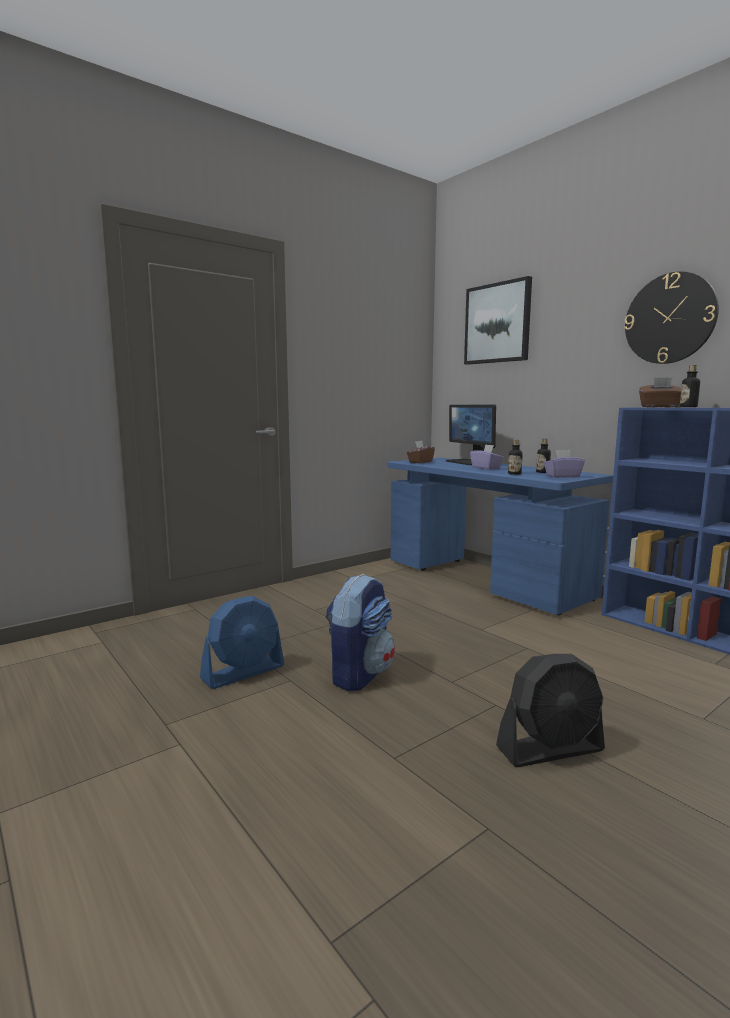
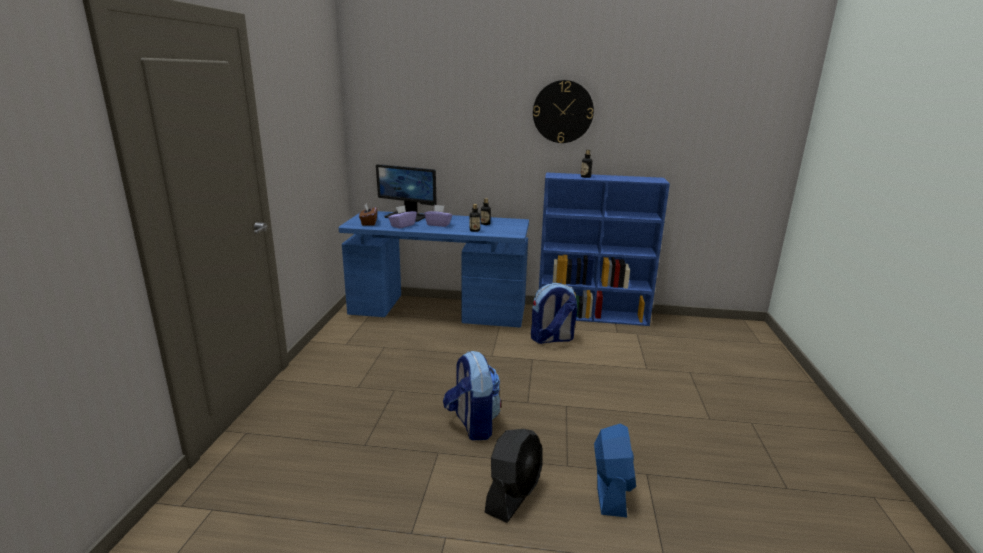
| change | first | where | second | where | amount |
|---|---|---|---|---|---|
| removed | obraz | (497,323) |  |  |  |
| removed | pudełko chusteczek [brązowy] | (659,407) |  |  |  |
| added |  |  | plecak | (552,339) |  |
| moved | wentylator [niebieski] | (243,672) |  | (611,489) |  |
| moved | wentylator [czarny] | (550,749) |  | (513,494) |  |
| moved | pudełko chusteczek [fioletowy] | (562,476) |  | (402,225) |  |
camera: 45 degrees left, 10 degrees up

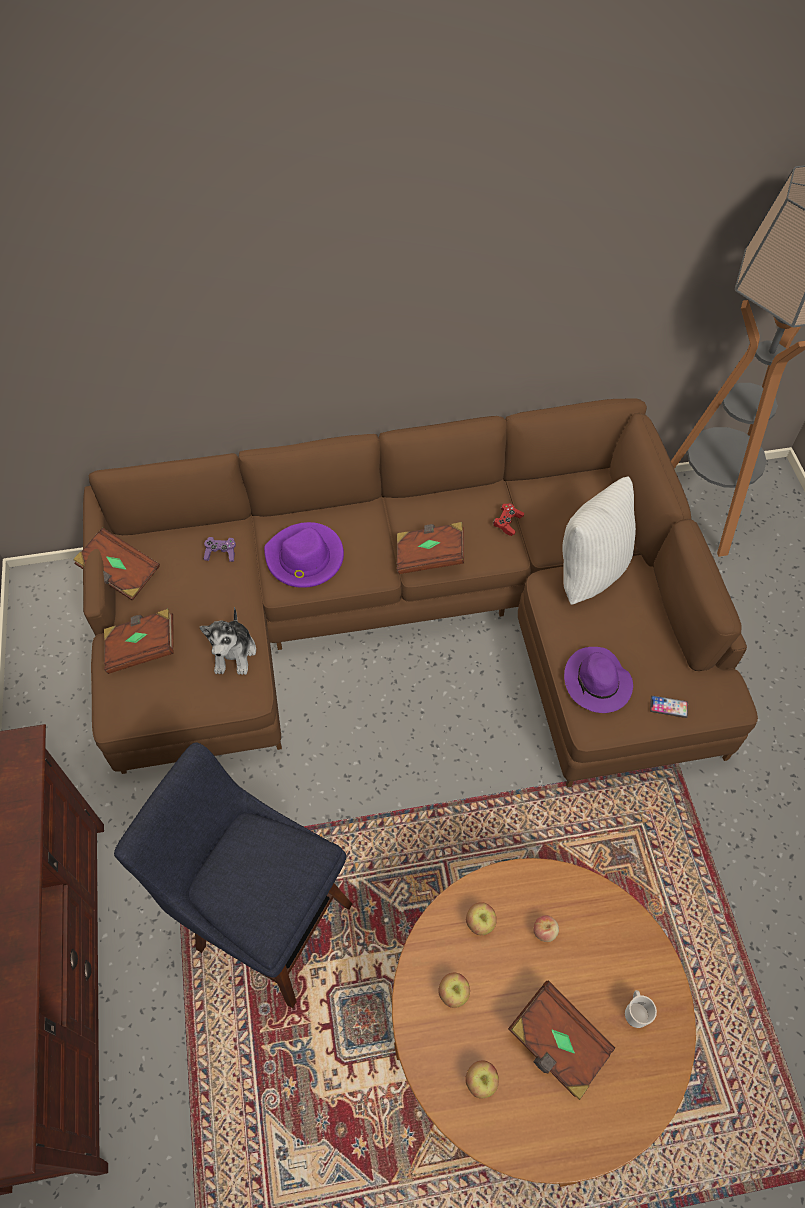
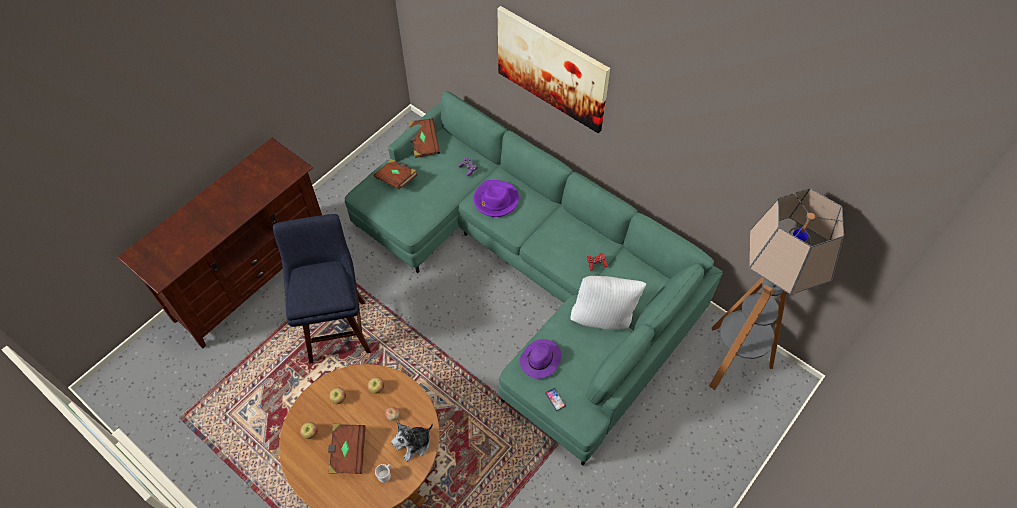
| change | first | where | second | where | amount |
|---|---|---|---|---|---|
| removed | książka [brązowy] | (429,556) |  |  |  |
| added |  |  | obraz | (551,69) |  |
| moved | pluszak | (234,652) |  | (414,444) |  |
| recoloured | kanapa [brązowy] | (415,619) | kanapa [zielony] | (532,276) |  |
camera: 50 degrees right, 0 degrees up

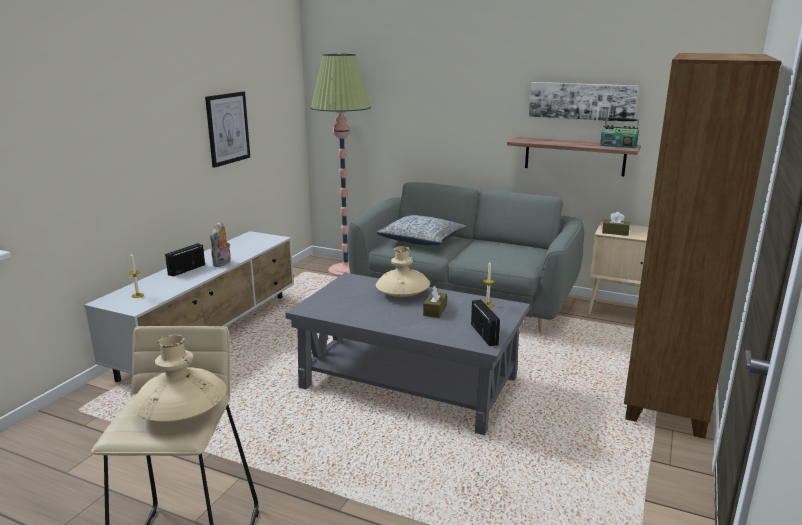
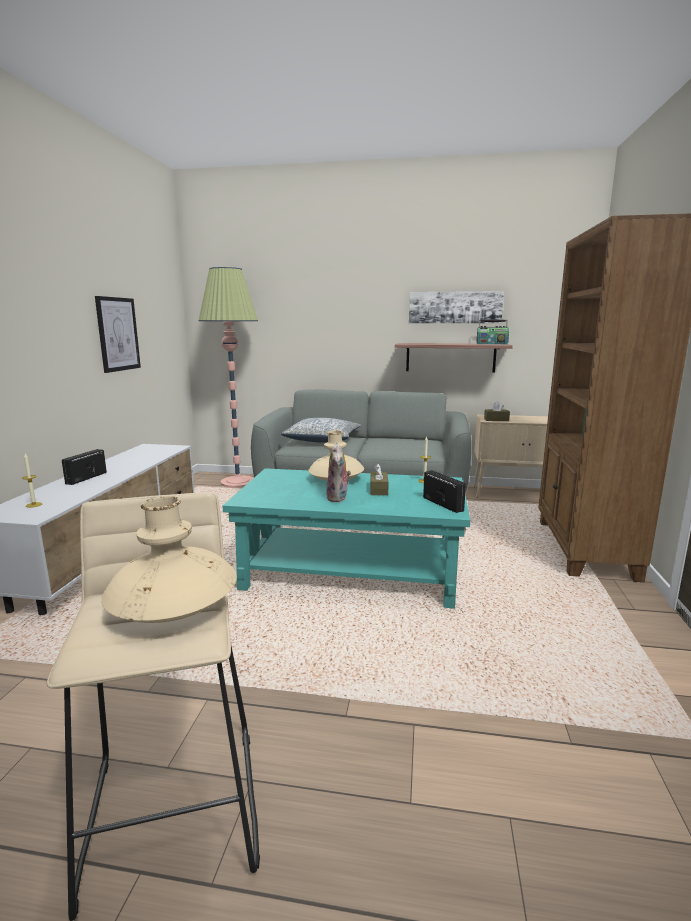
| change | first | where | second | where | amount |
|---|---|---|---|---|---|
| moved | pluszak | (222,263) |  | (338,498) |  |
| recoloured | ława [szary] | (410,382) | ława [turkusowy] | (352,570) |  |
camera: 15 degrees left, 5 degrees down

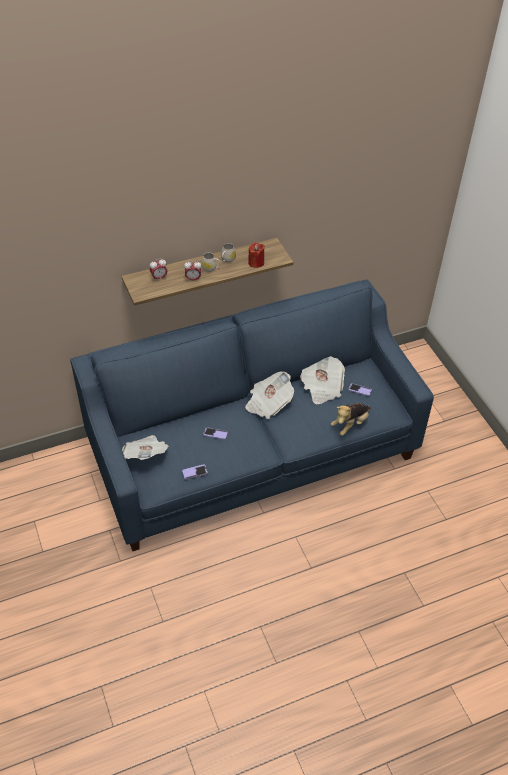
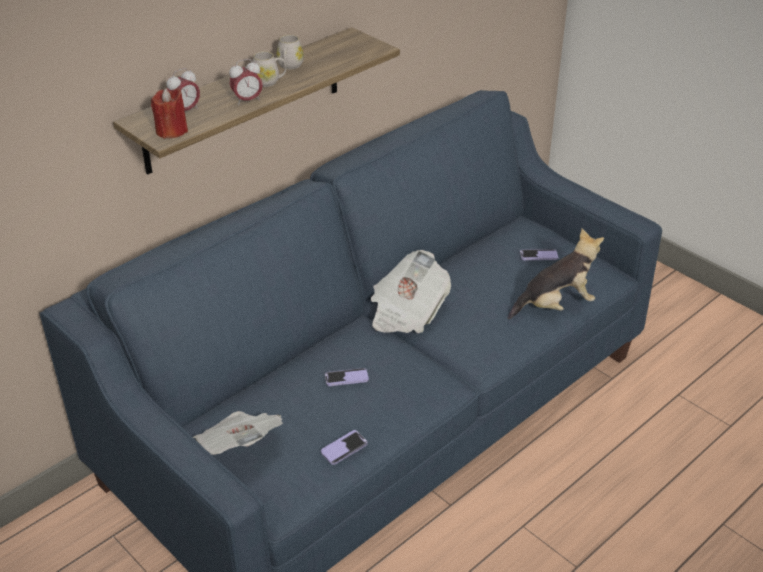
| change | first | where | second | where | amount |
|---|---|---|---|---|---|
| removed | gazeta | (321,387) |  |  |  |
| moved | świeca [czerwony] | (256,263) |  | (171,131) |  |
| turned | pluszak | (350,424) |  | (555,305) | 135 degrees counterclockwise |
camera: 20 degrees left, 10 degrees down

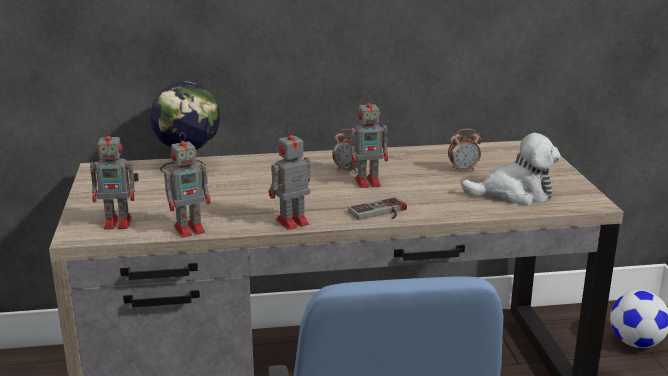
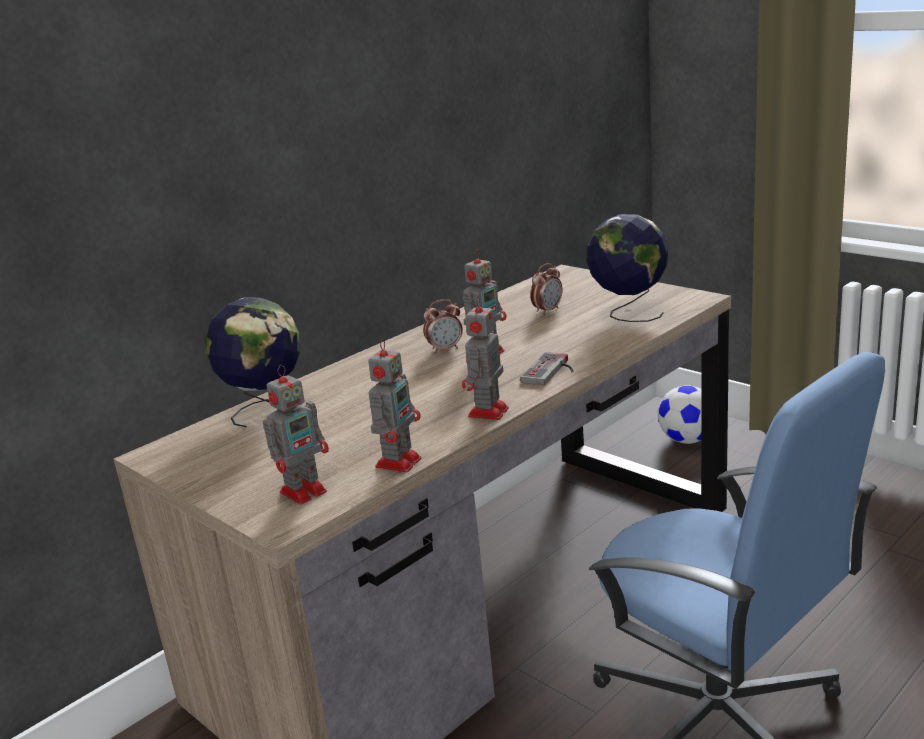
| change | first | where | second | where | amount |
|---|---|---|---|---|---|
| replaced | pluszak | (514,194) | globus | (628,313) |  |
camera: 35 degrees left, 0 degrees up

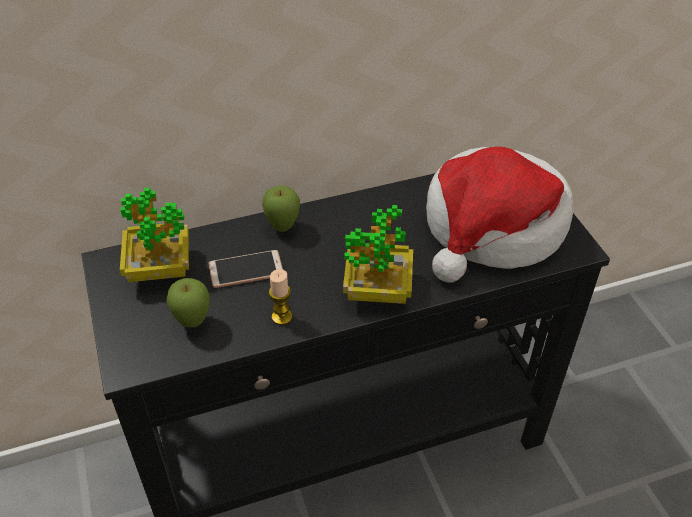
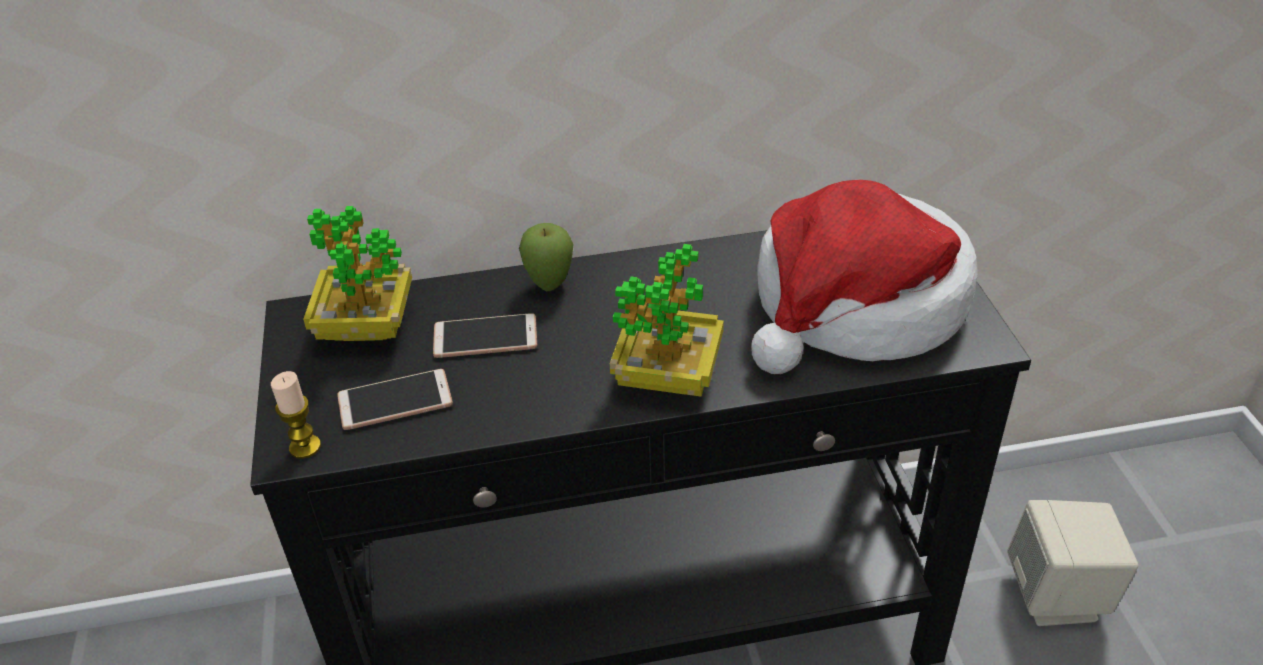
| change | first | where | second | where | amount |
|---|---|---|---|---|---|
| added |  |  | głośnik [beżowy] | (1058,596) |  |
| moved | świeca | (281,317) |  | (305,447) |  |
| replaced | jabłko | (193,322) | telefon | (395,401) |  |
camera: 10 degrees right, 5 degrees down

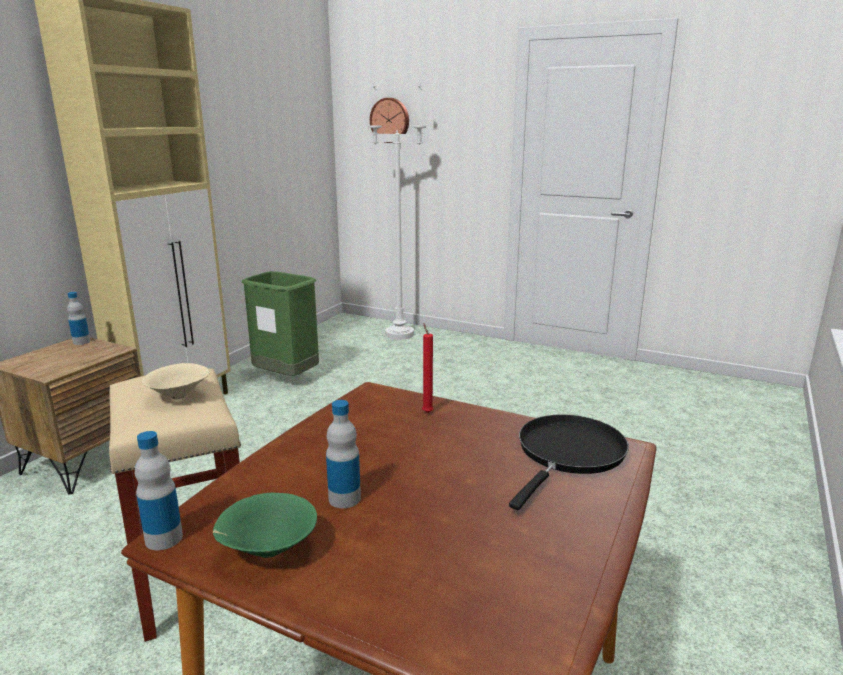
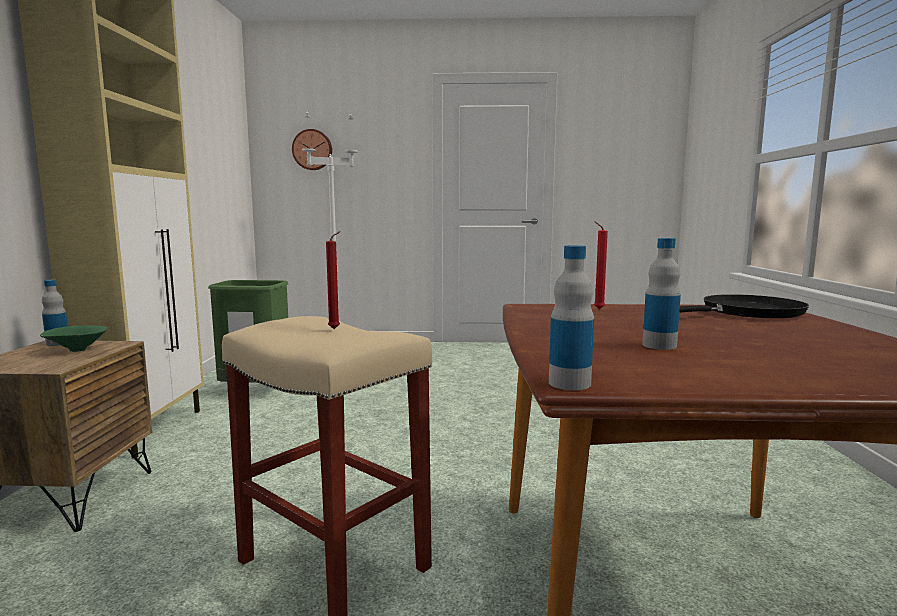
| change | first | where | second | where | amount |
|---|---|---|---|---|---|
| moved | miska [zielony] | (267,551) |  | (76,350) |  |
| replaced | miska [beżowy] | (180,396) | świeca [czerwony] | (336,329) |  |
| turned | patelnia [czarny] | (568,454) |  | (747,313) | 60 degrees clockwise |
camera: 25 degrees left, 10 degrees down

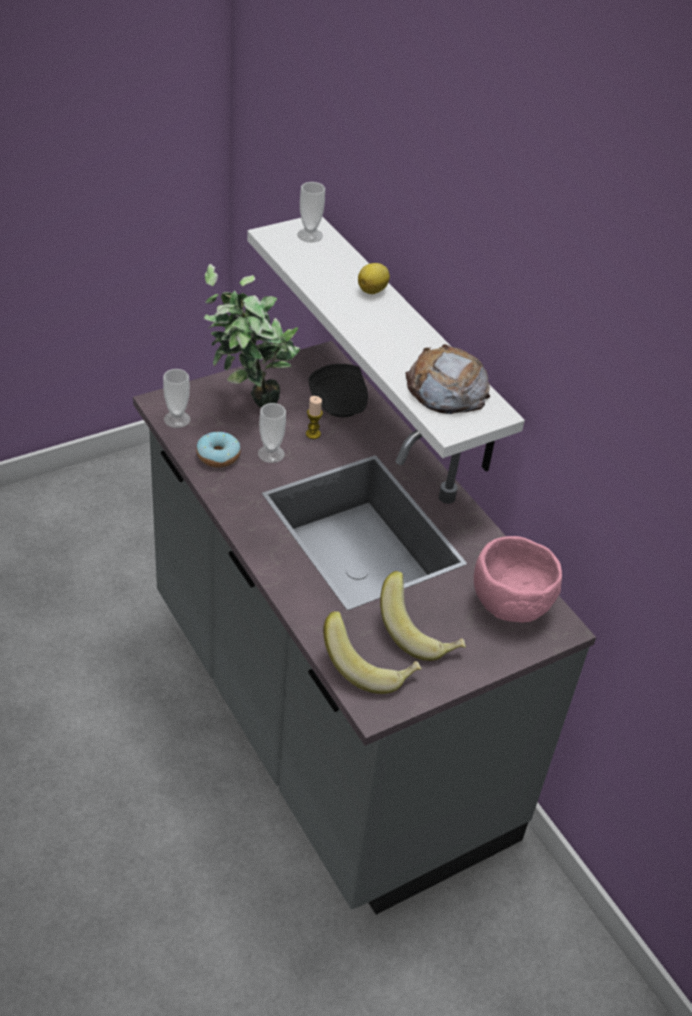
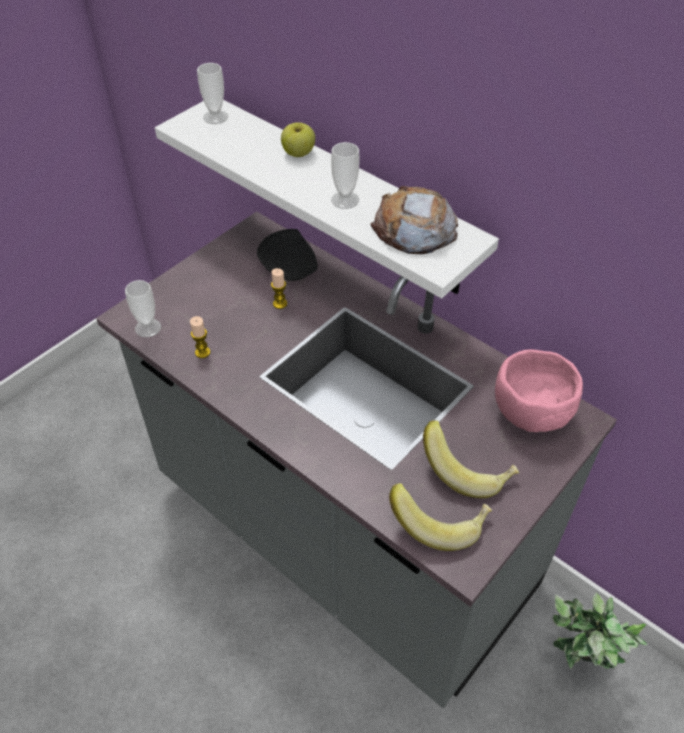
| change | first | where | second | where | amount |
|---|---|---|---|---|---|
| moved | roślina doniczkowa | (248,405) |  | (575,663) |  |
| moved | filiżanka | (271,454) |  | (345,200) |  |
| replaced | donut | (218,456) | świeca | (202,352) |  |
| replaced | cytryna | (373,290) | jabłko | (299,153) |  |
camera: 15 degrees left, 5 degrees up

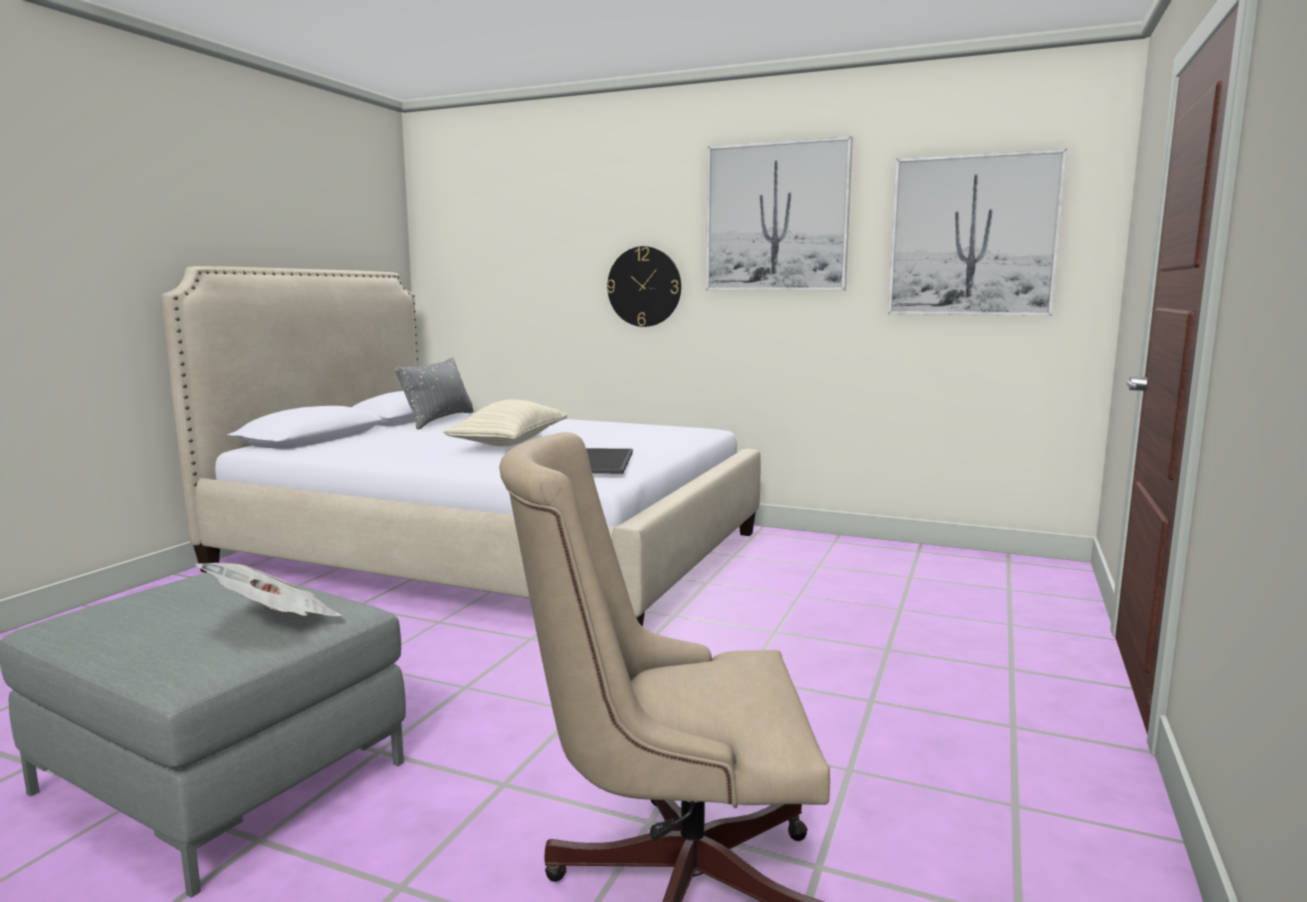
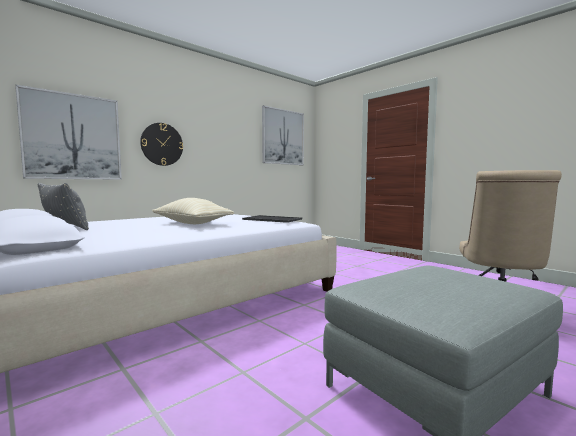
| change | first | where | second | where | amount |
|---|---|---|---|---|---|
| removed | gazeta | (275,622) |  |  |  |
| moved | obraz | (776,217) |  | (73,137) |  |
camera: 65 degrees left, 5 degrees down

